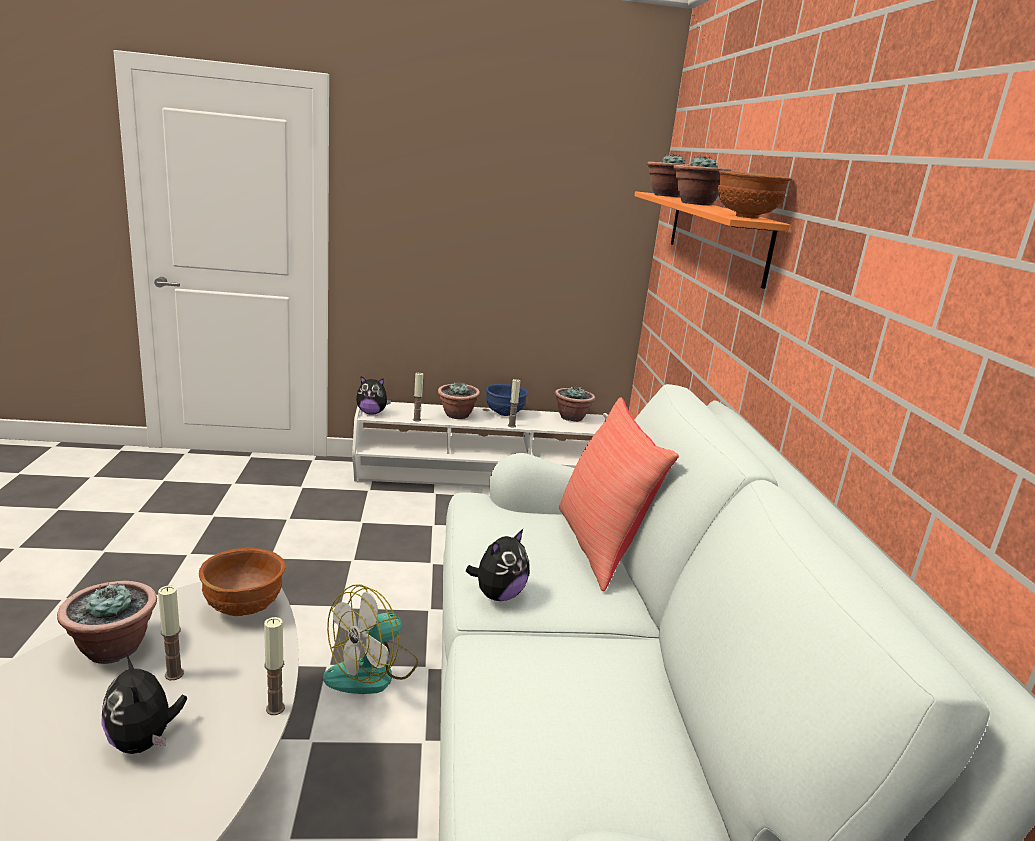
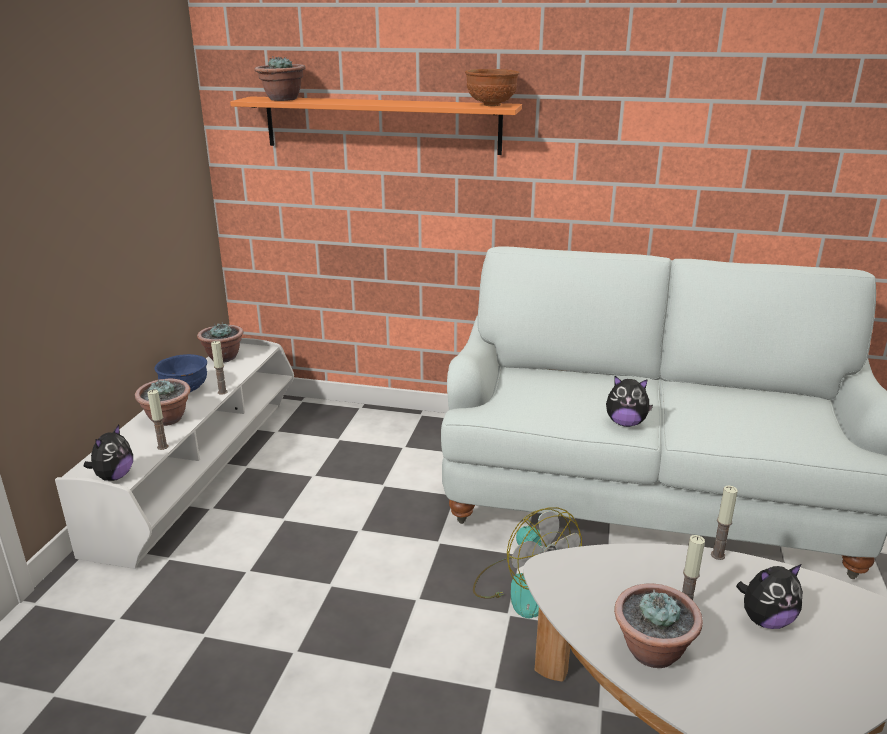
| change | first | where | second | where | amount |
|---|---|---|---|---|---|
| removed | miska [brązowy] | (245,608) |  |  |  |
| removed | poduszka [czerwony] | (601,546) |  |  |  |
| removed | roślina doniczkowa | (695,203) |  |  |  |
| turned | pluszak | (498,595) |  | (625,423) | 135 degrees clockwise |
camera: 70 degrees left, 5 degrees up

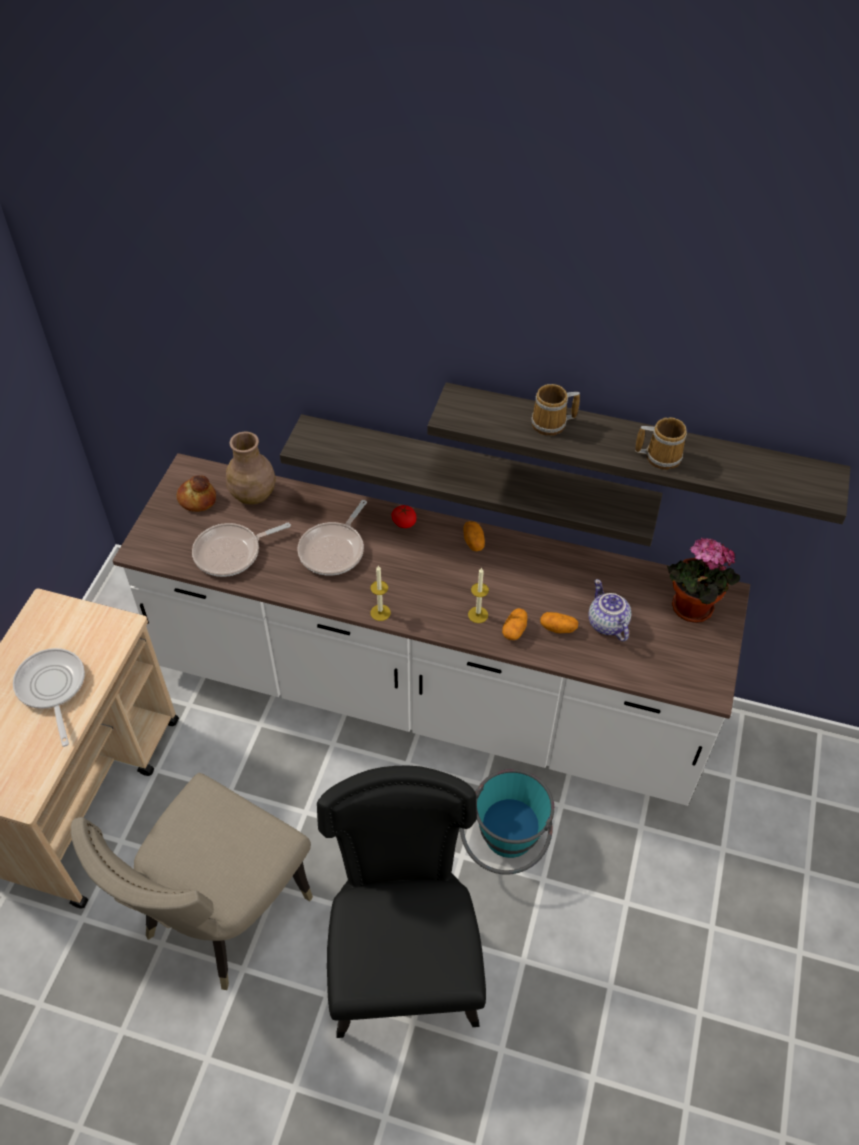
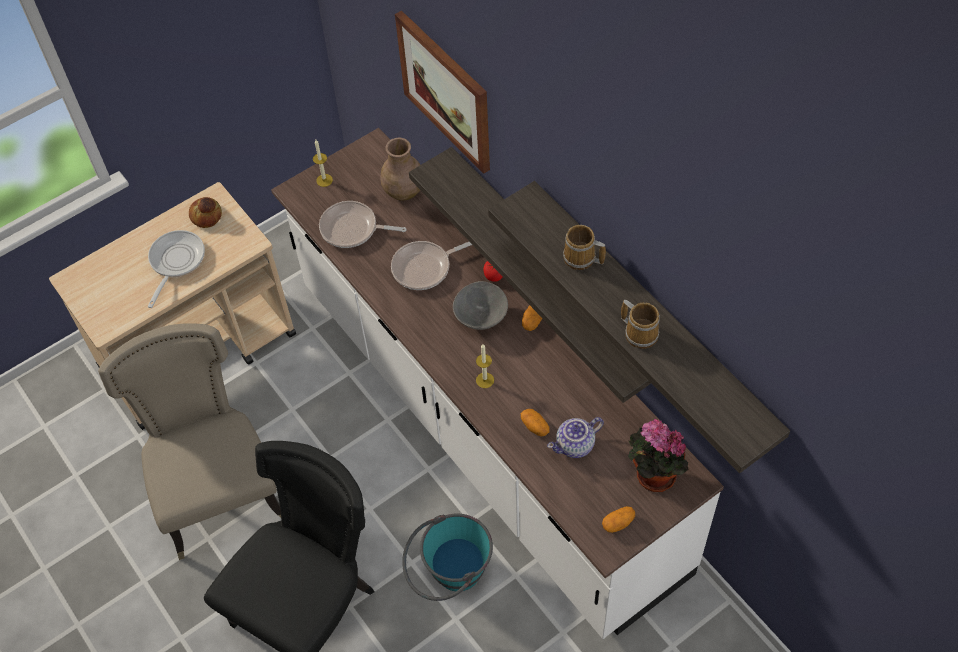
| change | first | where | second | where | amount |
|---|---|---|---|---|---|
| added |  |  | obraz | (446,91) |  |
| added |  |  | miska [szary] | (481,317) |  |
| moved | chleb | (197,499) |  | (206,215) |  |
| moved | świeca | (380,612) |  | (324,180) |  |
| moved | ziemniak | (514,630) |  | (618,523) |  |
| turned | krzesło [beżowy] | (219,916) |  | (220,493) | 90 degrees clockwise |
| turned | imbryk | (606,623) |  | (575,446) | 135 degrees counterclockwise |
camera: 40 degrees right, 5 degrees up

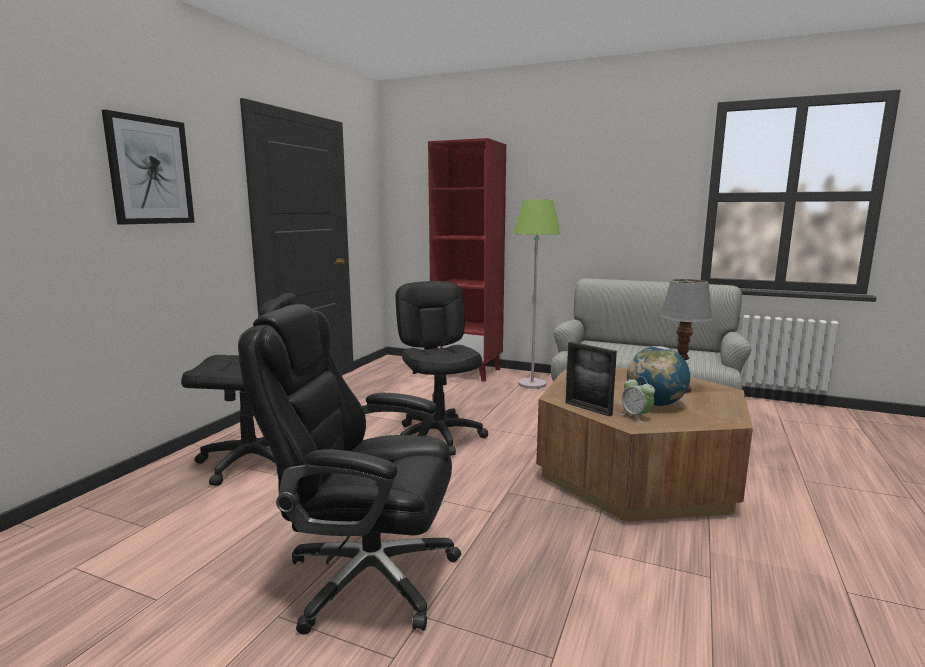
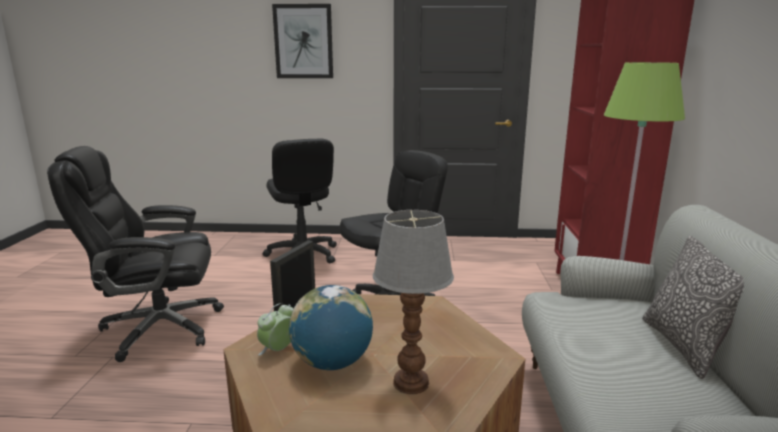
| change | first | where | second | where | amount |
|---|---|---|---|---|---|
| added |  |  | poduszka | (684,346) |  |
| turned | krzesło biurowe [czarny] | (367,576) |  | (158,328) | 90 degrees counterclockwise |
camera: 70 degrees right, 5 degrees up

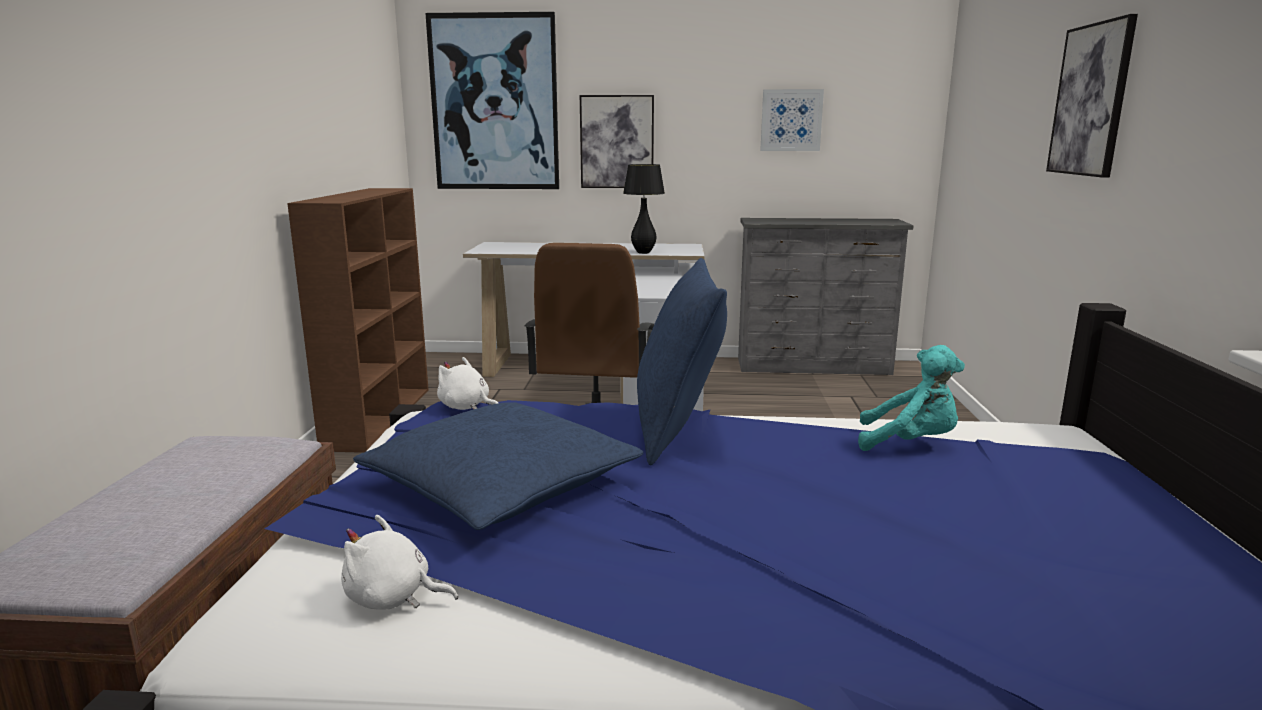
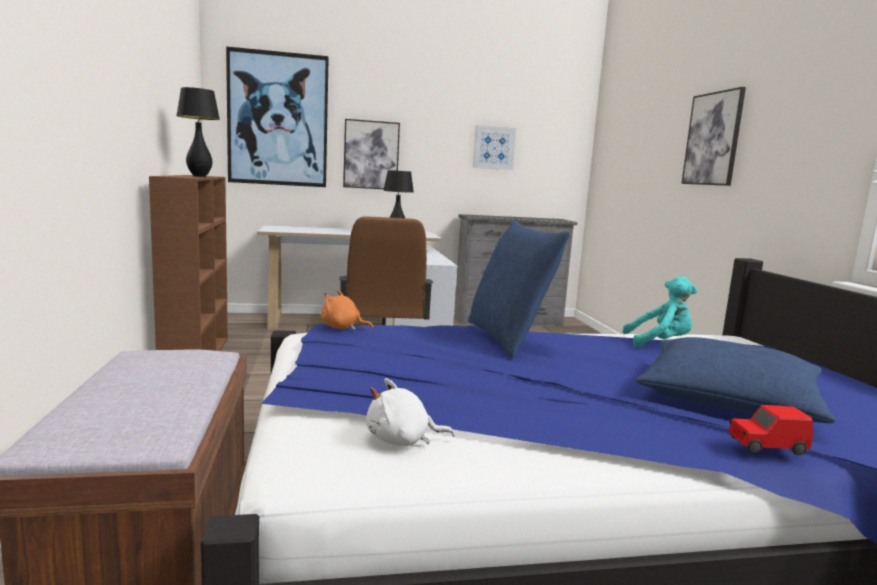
| change | first | where | second | where | amount |
|---|---|---|---|---|---|
| added |  |  | lampa stołowa [czarny] | (199,176) |  |
| added |  |  | samochodzik [czerwony] | (766,446) |  |
| moved | poduszka [niebieski] | (501,485) |  | (729,398) |  |
| recoloured | pluszak [biały] | (466,407) | pluszak [pomarańczowy] | (342,328) |  |
camera: 15 degrees left, 5 degrees down

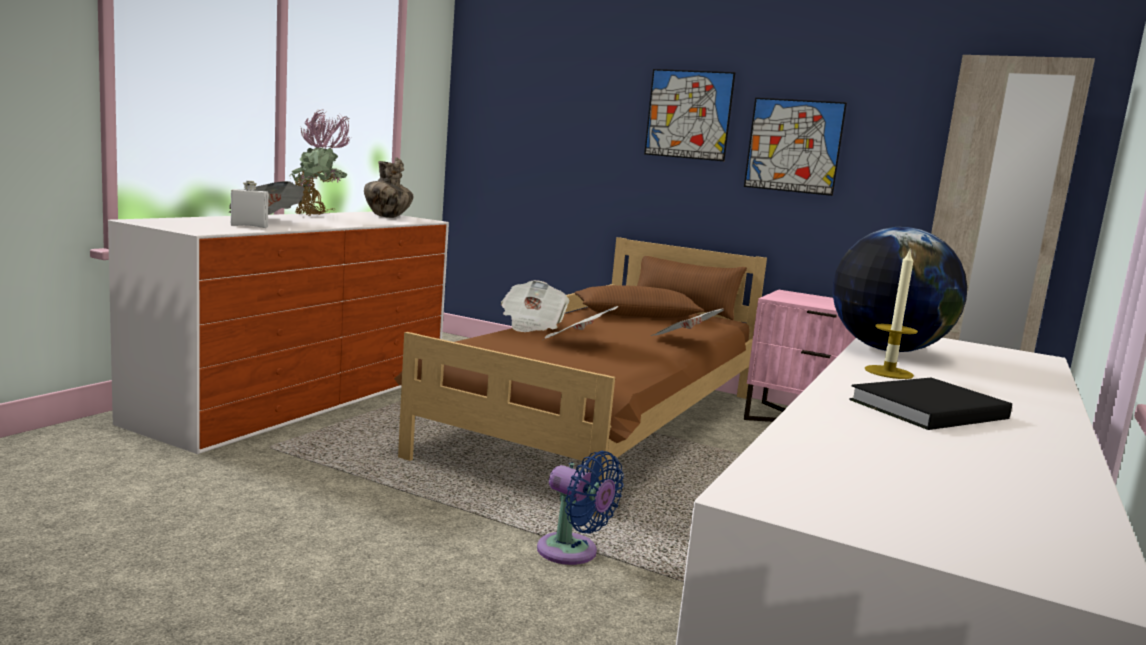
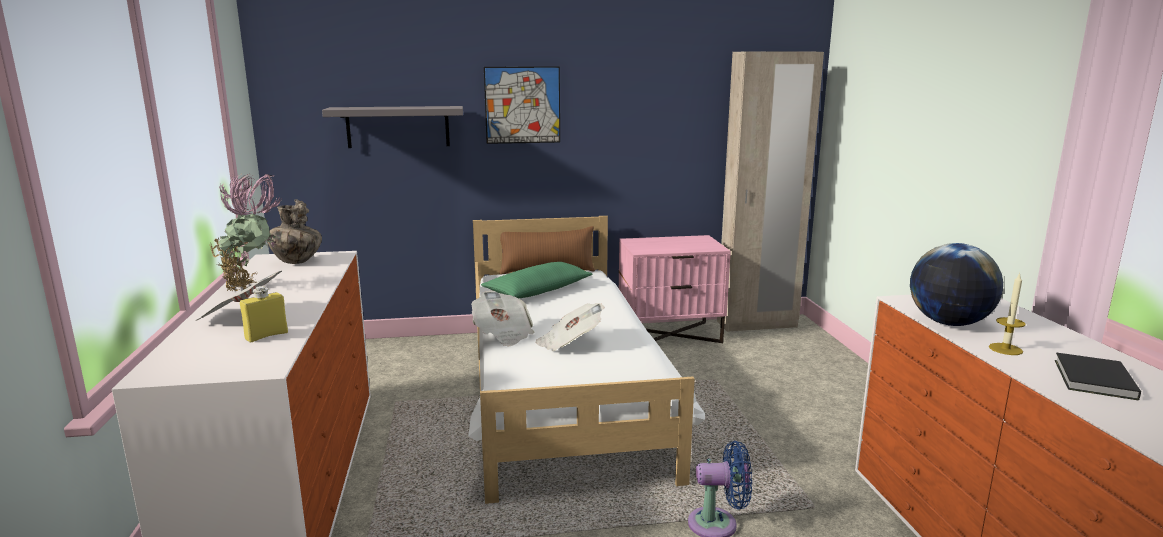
| change | first | where | second | where | amount |
|---|---|---|---|---|---|
| removed | gazeta | (684,341) |  |  |  |
| removed | obraz | (793,146) |  |  |  |
| added |  |  | półka [szary] | (398,127) |  |
| recoloured | butelka [biały] | (249,226) | butelka [żółty] | (266,336) |  |
| recoloured | łóżko [brązowy] | (603,424) | łóżko [biały] | (562,394) |  |
| recoloured | poduszka [brązowy] | (636,315) | poduszka [zielony] | (538,291) |  |
camera: 35 degrees left, 5 degrees up

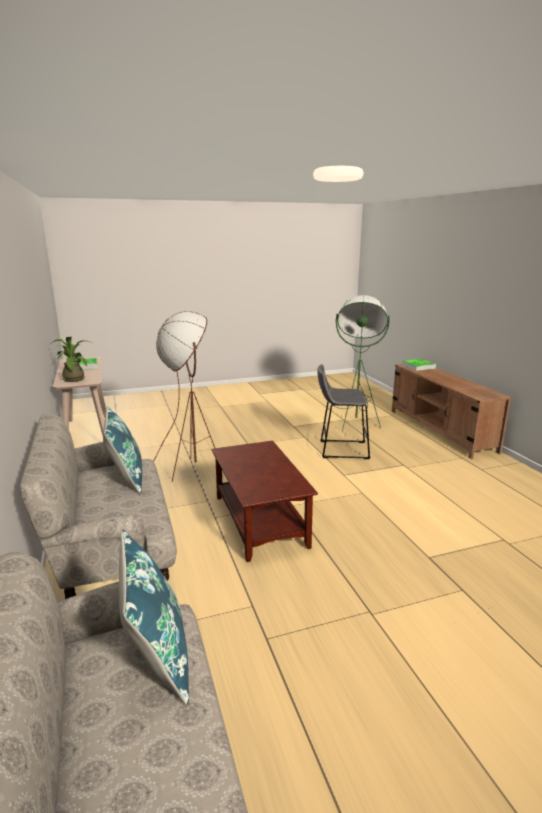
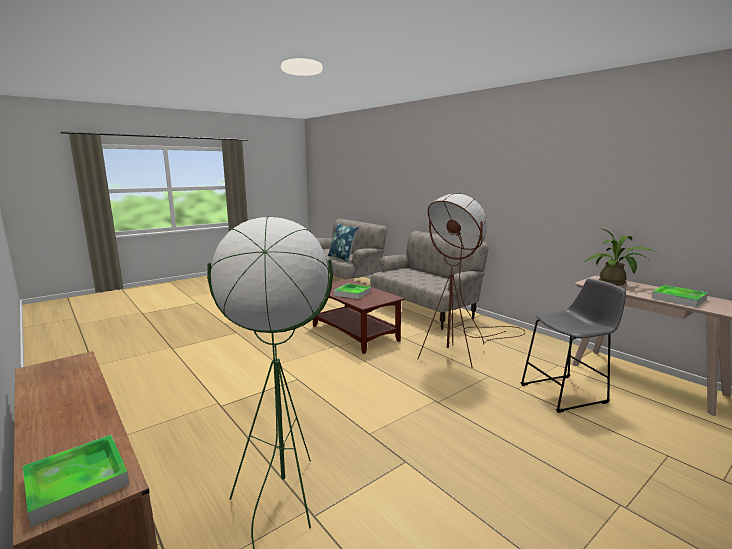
| change | first | where | second | where | amount |
|---|---|---|---|---|---|
| removed | poduszka [niebieski] | (126,478) |  |  |  |
| added |  |  | taca | (352,293) |  |
| moved | stołek [szary] | (340,449) |  | (567,393) |  |
camera: 160 degrees right, 5 degrees down

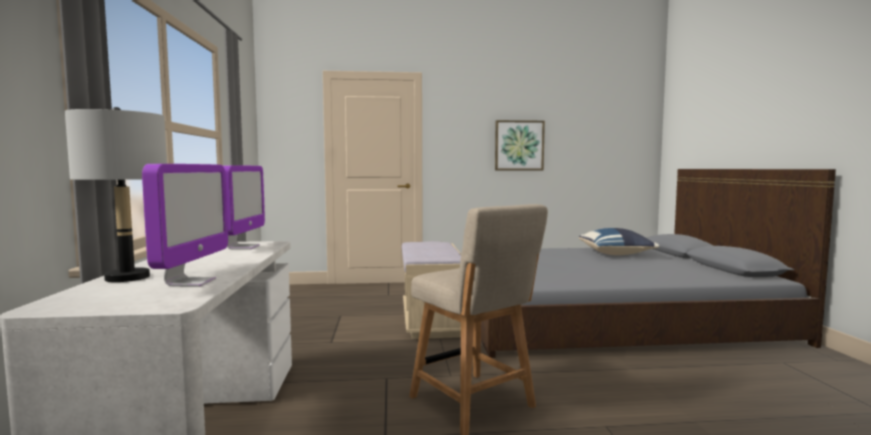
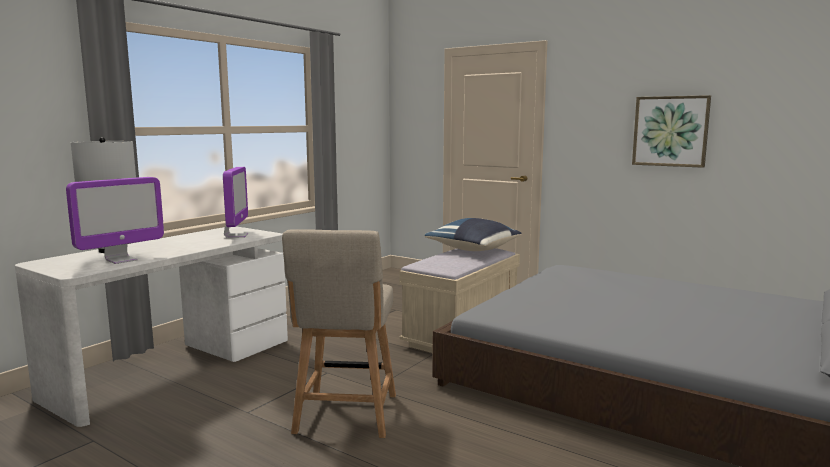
| change | first | where | second | where | amount |
|---|---|---|---|---|---|
| moved | poduszka [niebieski] | (616,254) |  | (474,250) |  |
| turned | monitor | (243,247) |  | (236,236) | 45 degrees counterclockwise |
camera: 40 degrees right, 5 degrees up

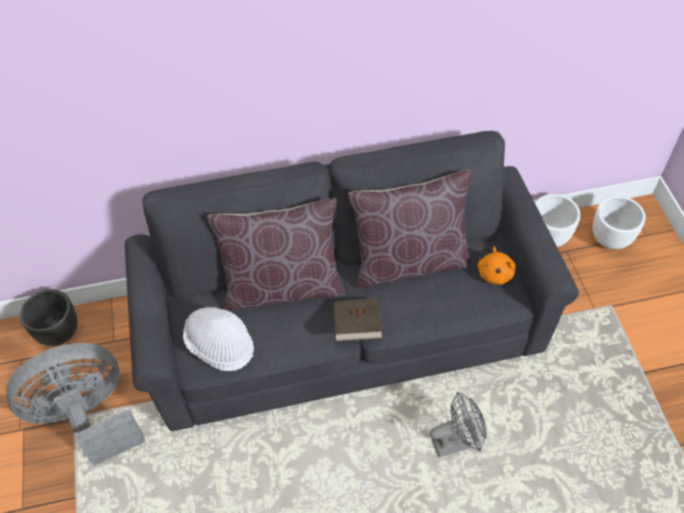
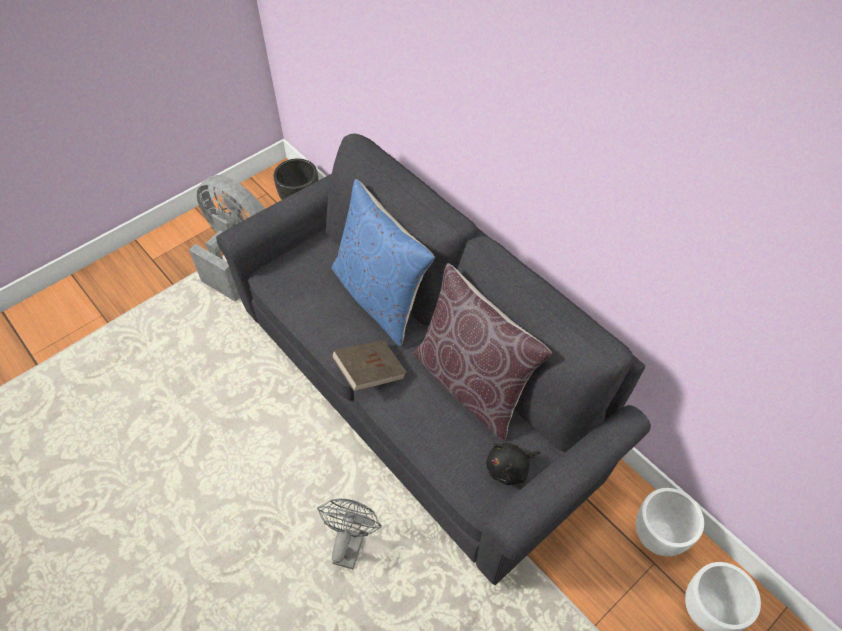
| change | first | where | second | where | amount |
|---|---|---|---|---|---|
| removed | kapelusz [biały] | (220,345) |  |  |  |
| recoloured | poduszka [brązowy] | (282,287) | poduszka [niebieski] | (380,297) |  |
| recoloured | pluszak [pomarańczowy] | (495,273) | pluszak [czarny] | (509,468) |  |
| turned | wentylator [szary] | (456,442) |  | (350,542) | 120 degrees counterclockwise |
camera: 60 degrees right, 0 degrees up

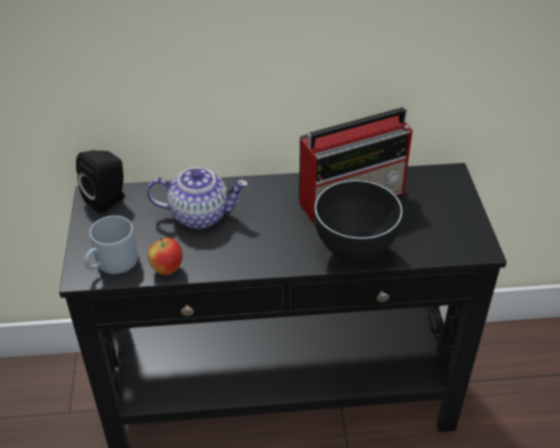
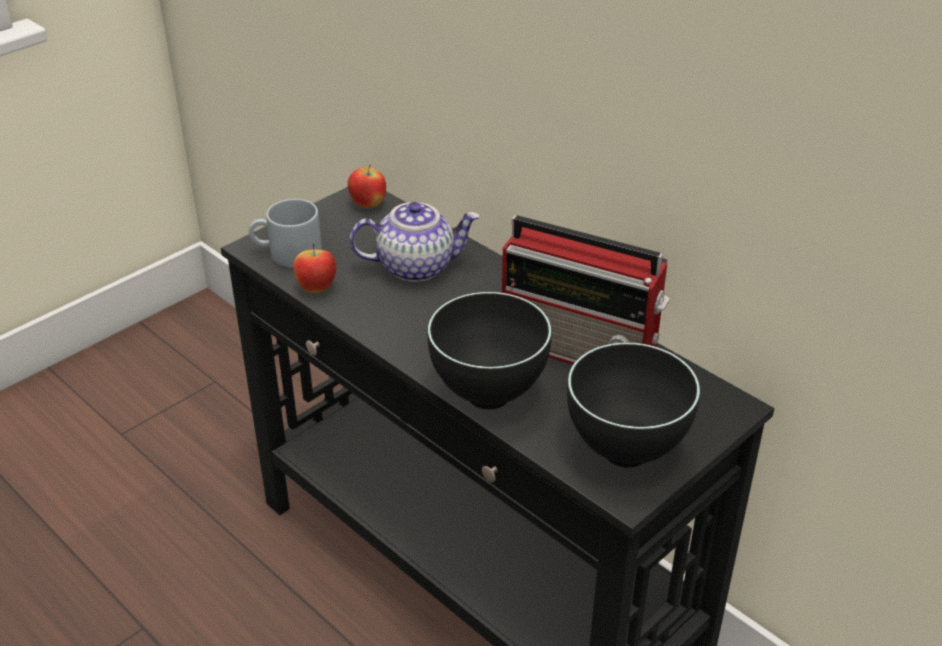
| change | first | where | second | where | amount |
|---|---|---|---|---|---|
| added |  |  | miska [czarny] | (628,453) |  |
| replaced | głośnik [czarny] | (108,200) | jabłko | (368,205) |  |
| turned | imbryk | (200,214) |  | (416,266) | 60 degrees counterclockwise |
camera: 50 degrees right, 5 degrees down

